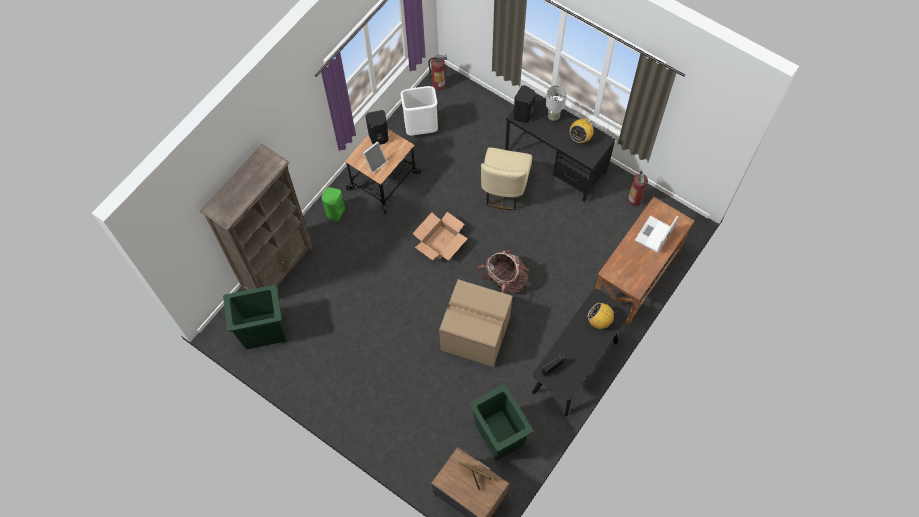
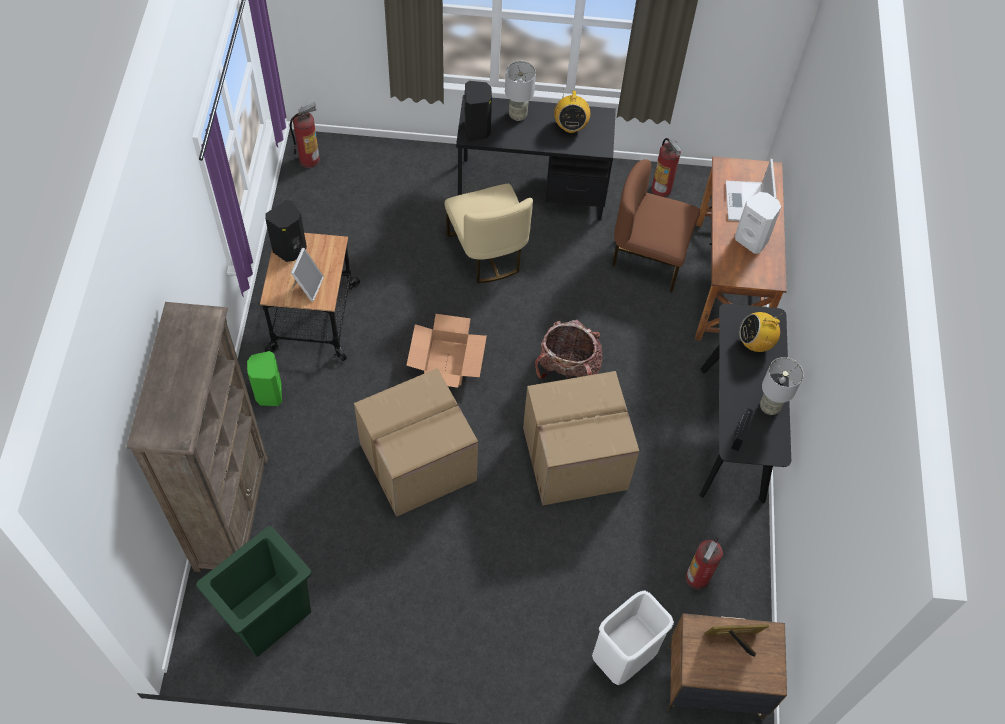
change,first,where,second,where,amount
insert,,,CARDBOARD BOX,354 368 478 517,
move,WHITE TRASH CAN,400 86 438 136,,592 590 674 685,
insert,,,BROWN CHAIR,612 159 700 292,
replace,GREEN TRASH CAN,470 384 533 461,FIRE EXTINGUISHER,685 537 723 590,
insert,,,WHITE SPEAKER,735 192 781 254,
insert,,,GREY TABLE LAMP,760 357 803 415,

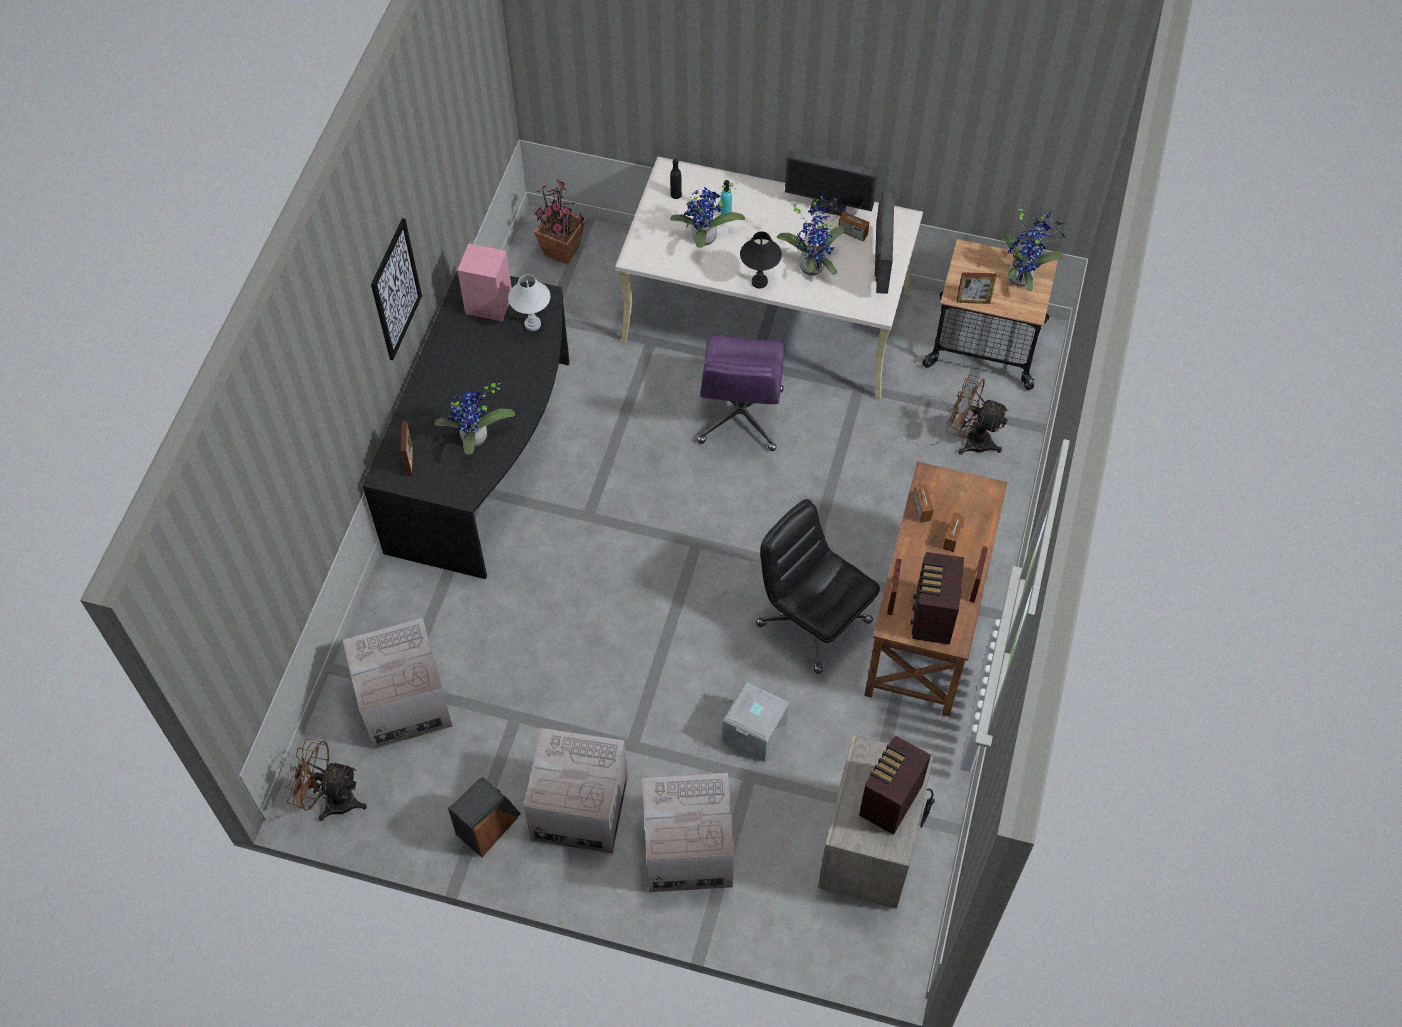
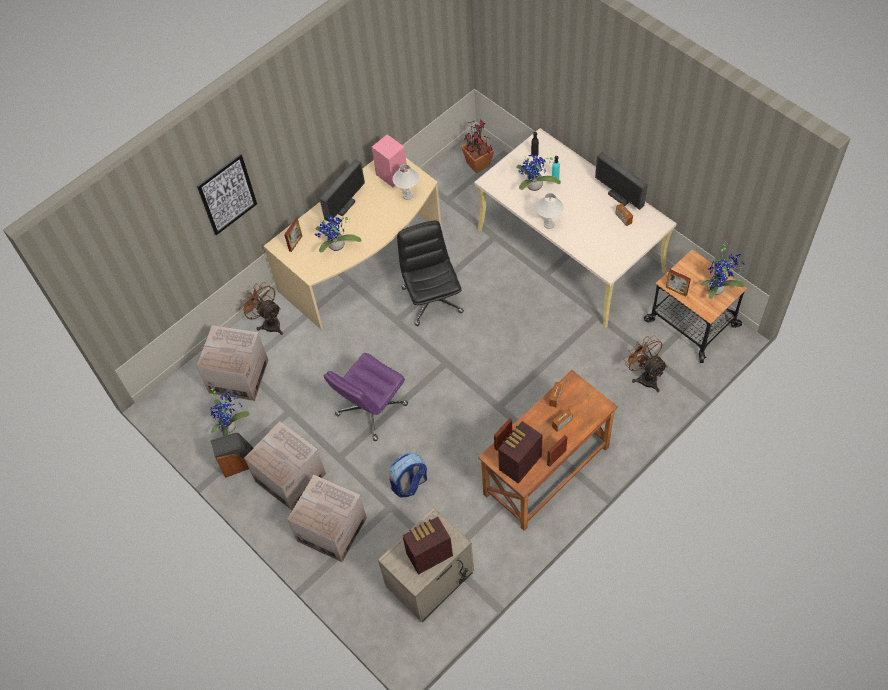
change,first,where,second,where,amount
move,PICTURE,371 218 422 360,,197 154 257 235,
move,POTTED PLANT,777 194 846 275,,210 386 250 436,
move,BROWN FAN,286 738 367 821,,239 283 283 335,
recolor,BLACK DESK,362 272 570 579,BEIGE DESK,263 158 442 330,
move,MONITOR,875 188 895 294,,320 159 365 222,
move,PURPLE OFFICE CHAIR,697 335 785 451,,324 353 408 441,
replace,GREY STORAGE BOX,722 681 789 762,BACKPACK,389 453 427 498,
move,BLACK OFFICE CHAIR,756 499 880 674,,397 221 464 326,
recolor,BLACK TABLE LAMP,740 231 782 289,WHITE TABLE LAMP,536 193 563 229,

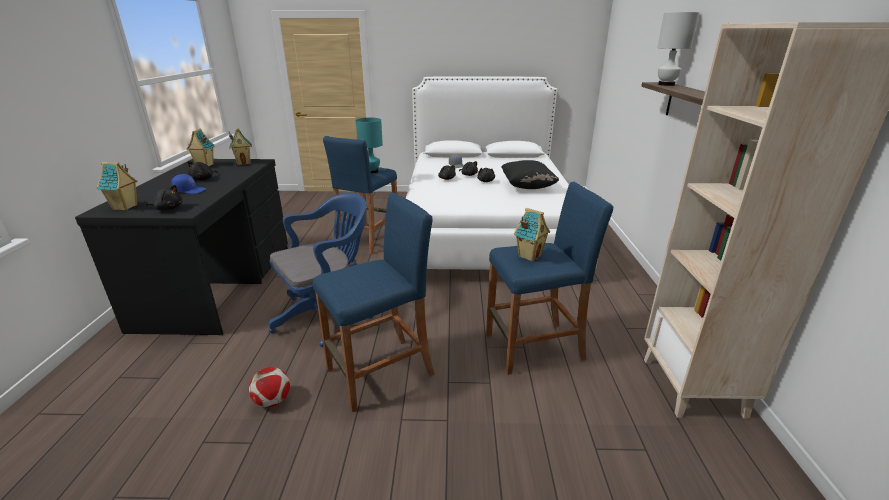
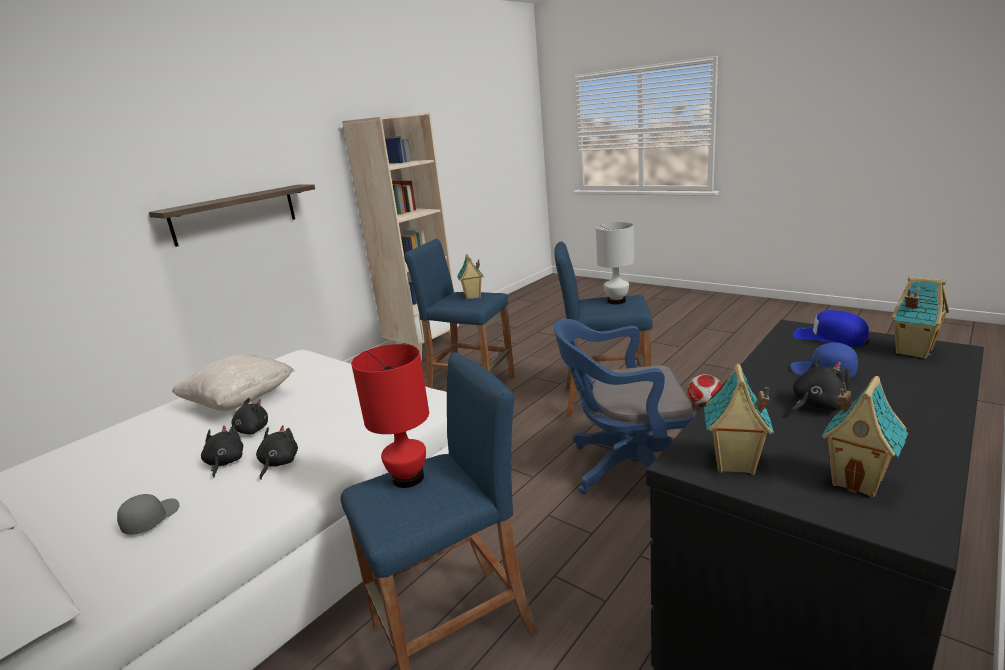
change,first,where,second,where,amount
recolor,BLACK PILLOW,501 160 559 189,BEIGE PILLOW,172 354 295 411,
recolor,TURQUOISE TABLE LAMP,356 118 383 174,RED TABLE LAMP,351 344 429 488,
move,WHITE TABLE LAMP,657 12 700 86,,596 222 634 304,
replace,BLACK PLUSH TOY,147 185 182 210,BLUE CAP,793 310 870 346,

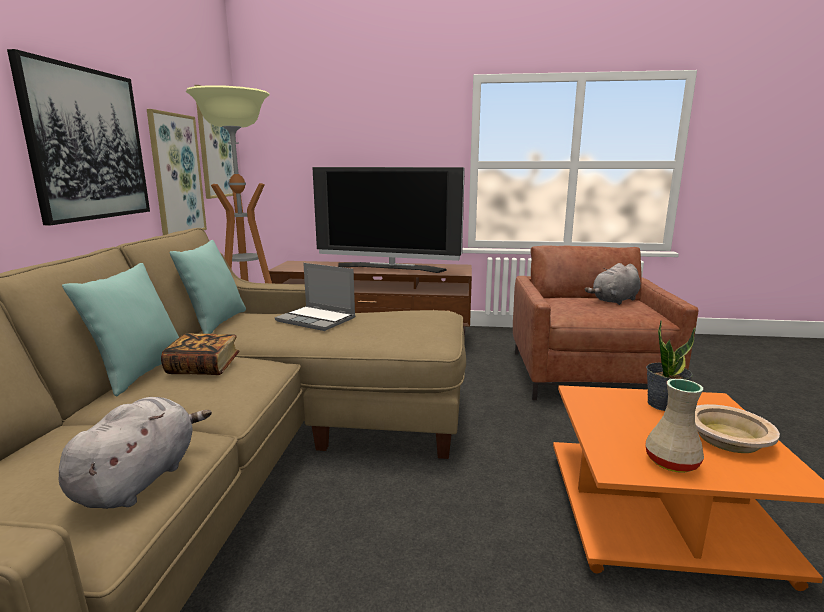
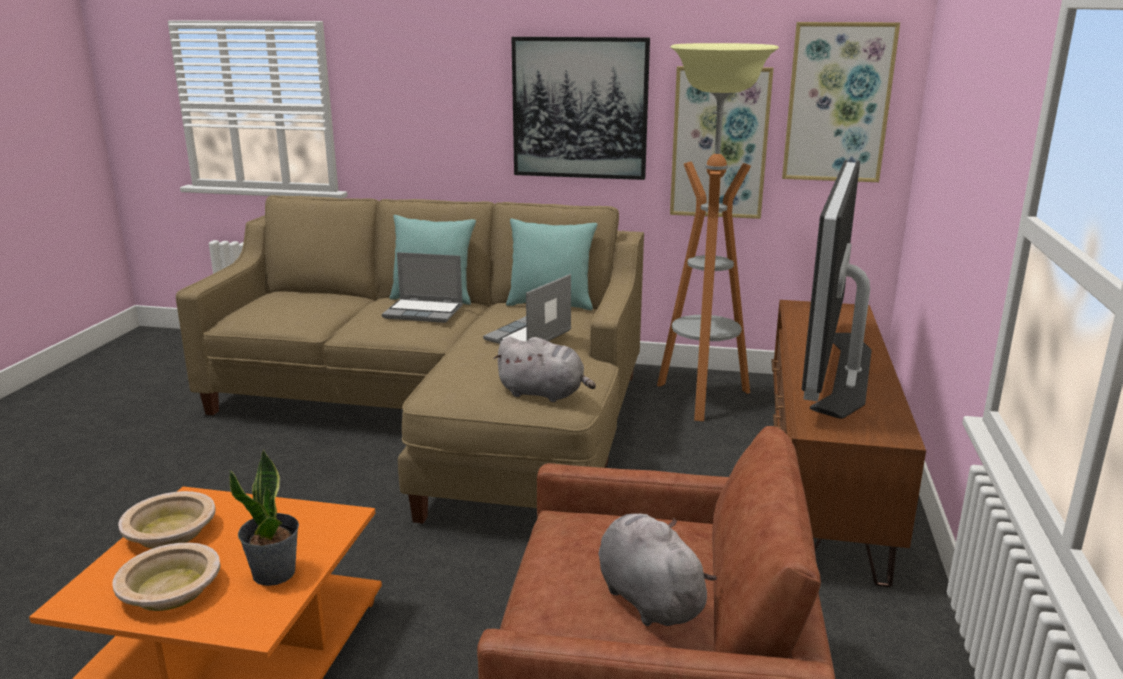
change,first,where,second,where,amount
replace,BEIGE VASE,645 379 704 473,BEIGE BOWL,118 491 215 549,
replace,BOOK,161 333 240 375,LAPTOP,382 252 463 323,
move,GREY PLUSH TOY,59 397 212 509,,494 336 596 402,

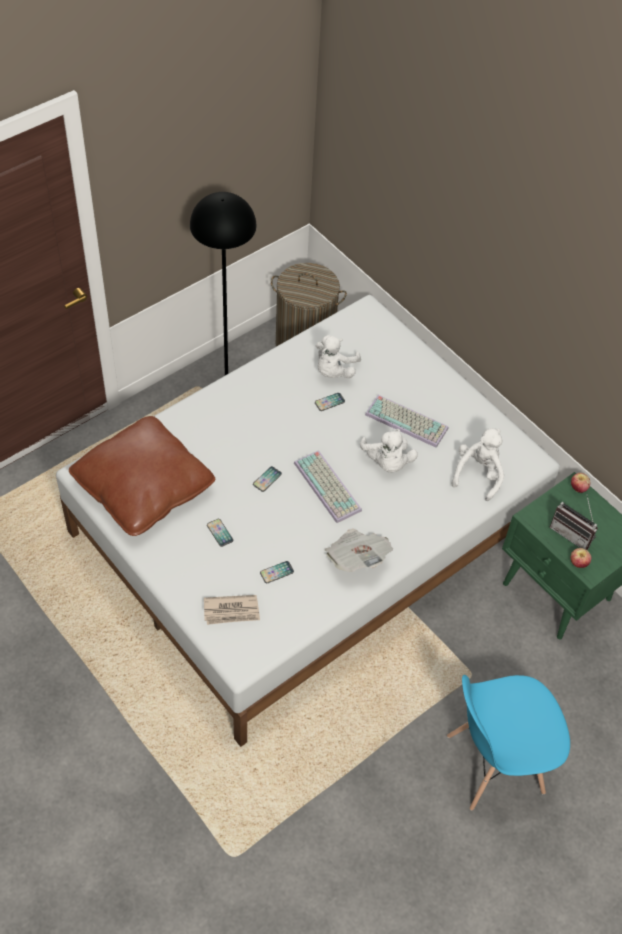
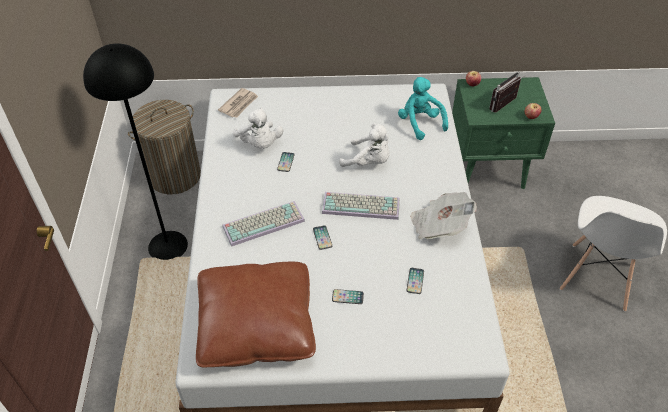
change,first,where,second,where,amount
move,NEWSPAPER,204 595 260 625,,218 88 258 118,
move,KEYBOARD,365 395 449 448,,222 201 305 247,
recolor,WHITE PLUSH TOY,451 428 504 501,TURQUOISE PLUSH TOY,398 77 448 140,
rotate,RADIO,550 494 598 550,,489 71 523 113,150 degrees clockwise
recolor,BLUE CHAIR,447 675 570 811,WHITE CHAIR,560 196 667 312,

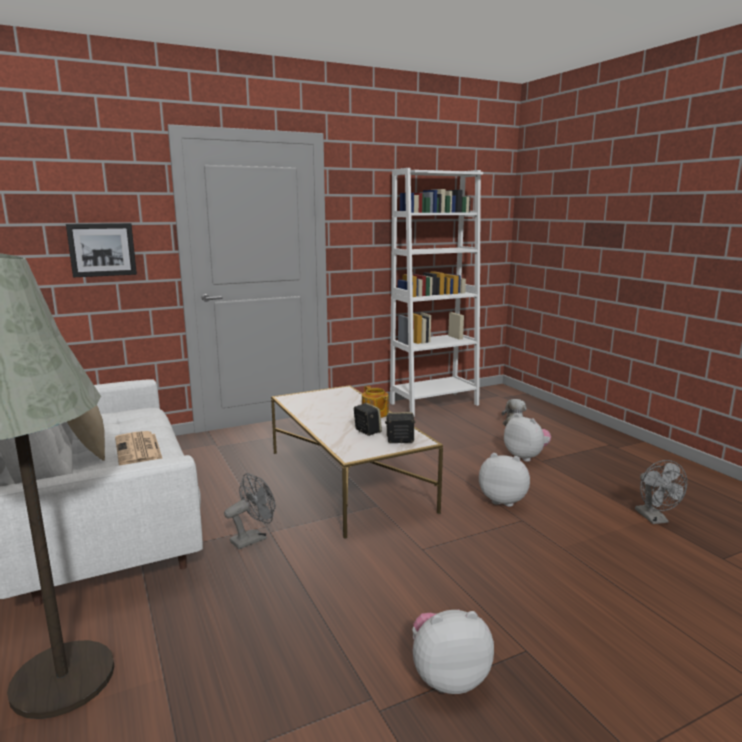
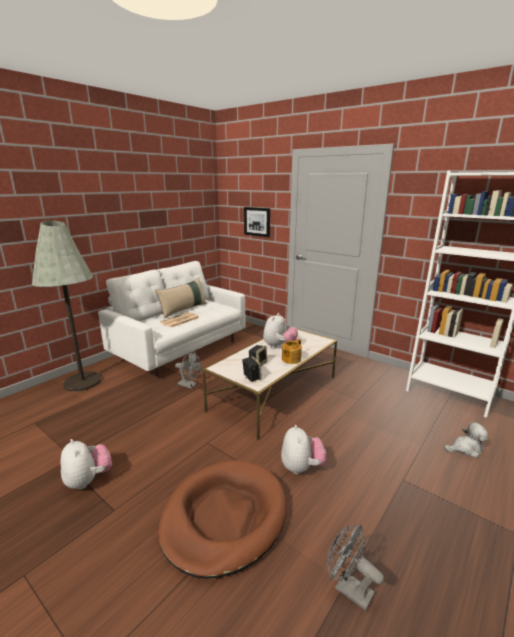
change,first,where,second,where,amount
insert,,,BROWN DOG BED,158 460 287 579,
move,PLUSH TOY,504 414 551 462,,263 313 298 348,
rotate,GREY FAN,635 460 687 524,,327 524 384 611,75 degrees clockwise

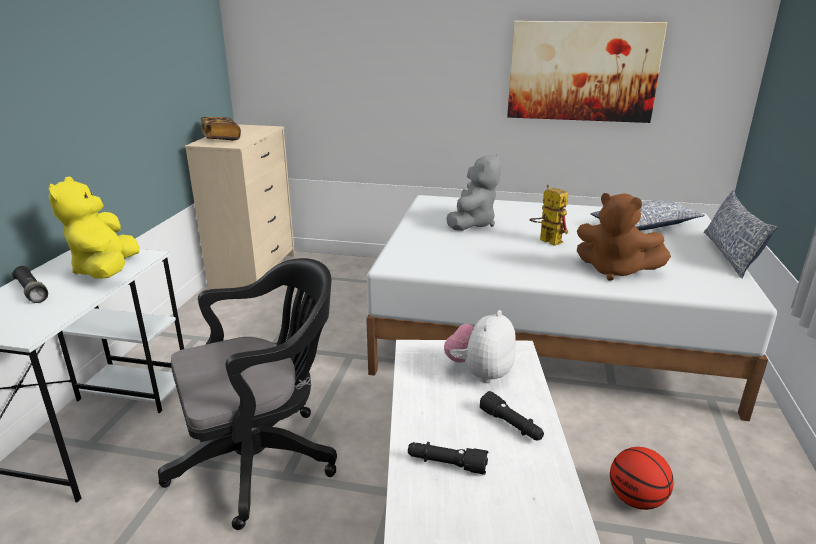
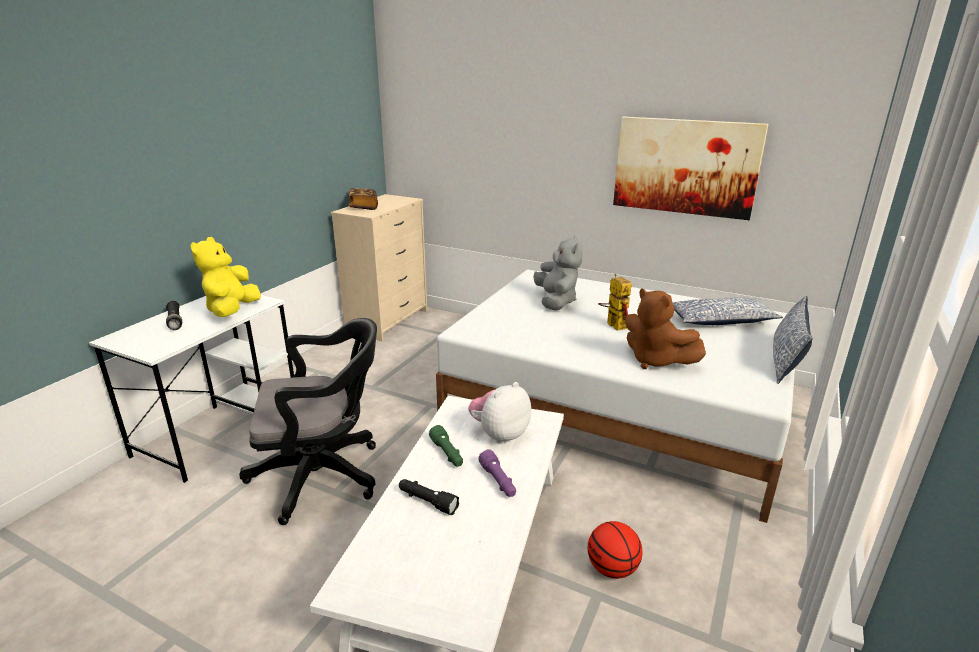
change,first,where,second,where,amount
insert,,,GREEN FLASHLIGHT,429 425 463 467,
recolor,BLACK FLASHLIGHT,479 391 544 440,PURPLE FLASHLIGHT,479 449 516 497,
rotate,GREY PLUSH TOY,446 153 501 231,,533 236 583 311,45 degrees counterclockwise

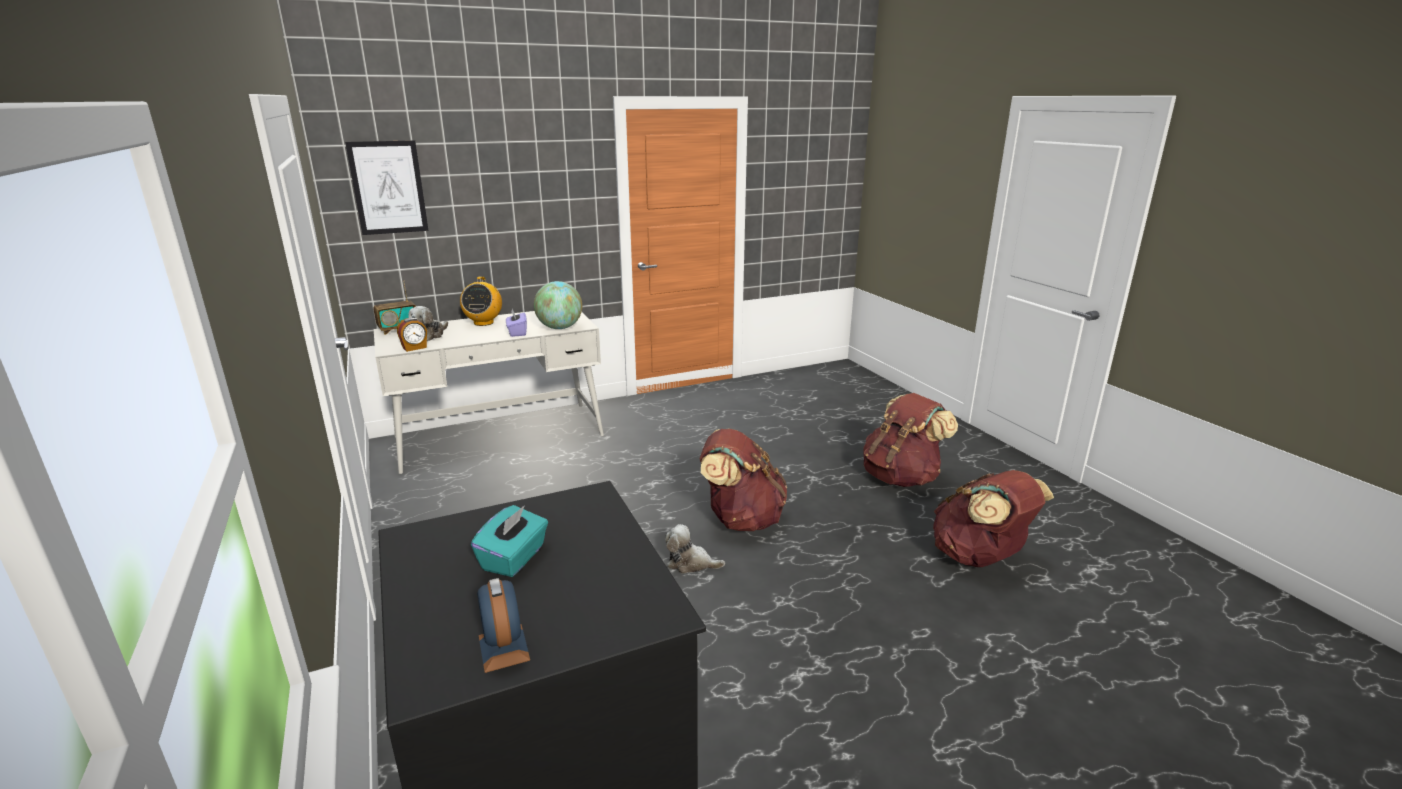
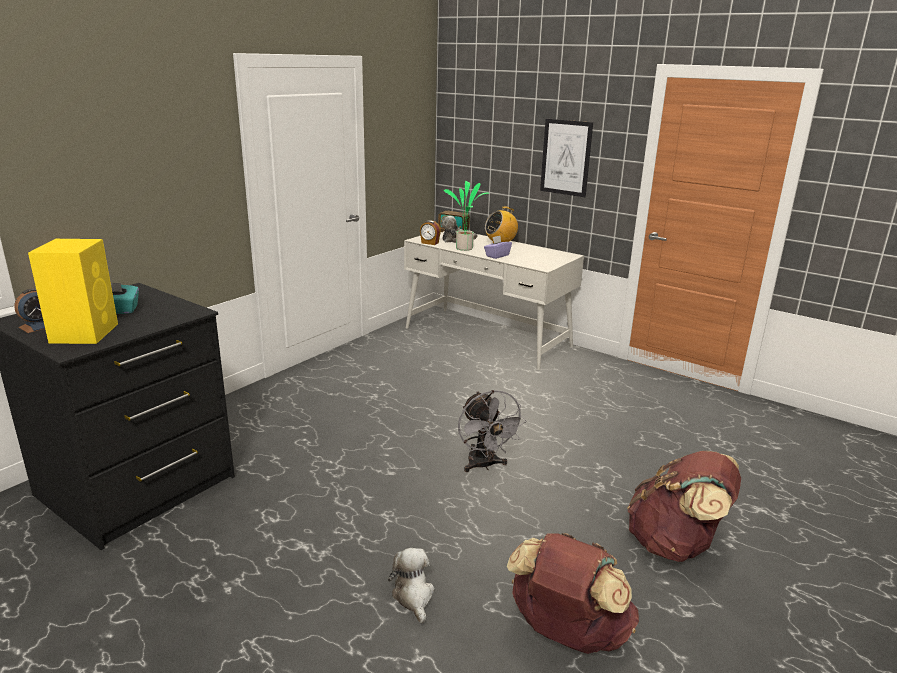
change,first,where,second,where,amount
insert,,,YELLOW SPEAKER,28 239 118 344,
move,PLUSH TOY,665 524 725 574,,388 548 434 624,
insert,,,POTTED PLANT,443 181 490 251,
replace,BROWN BACKPACK,699 429 787 531,GREY FAN,458 390 526 472,
move,PICTURE,345 140 429 235,,540 119 593 197,
delete,GLOBE,534 281 582 329,,,

